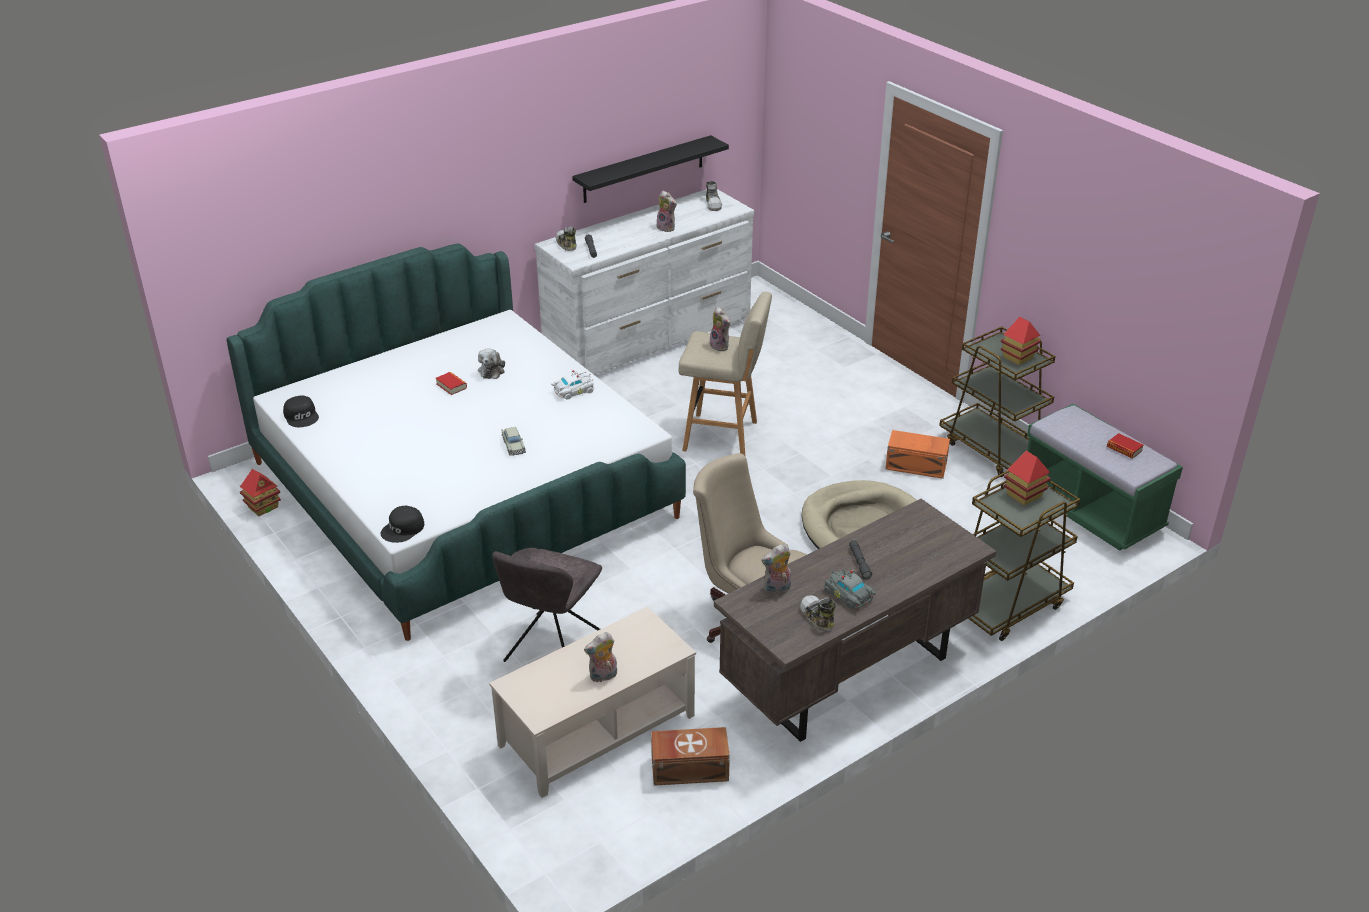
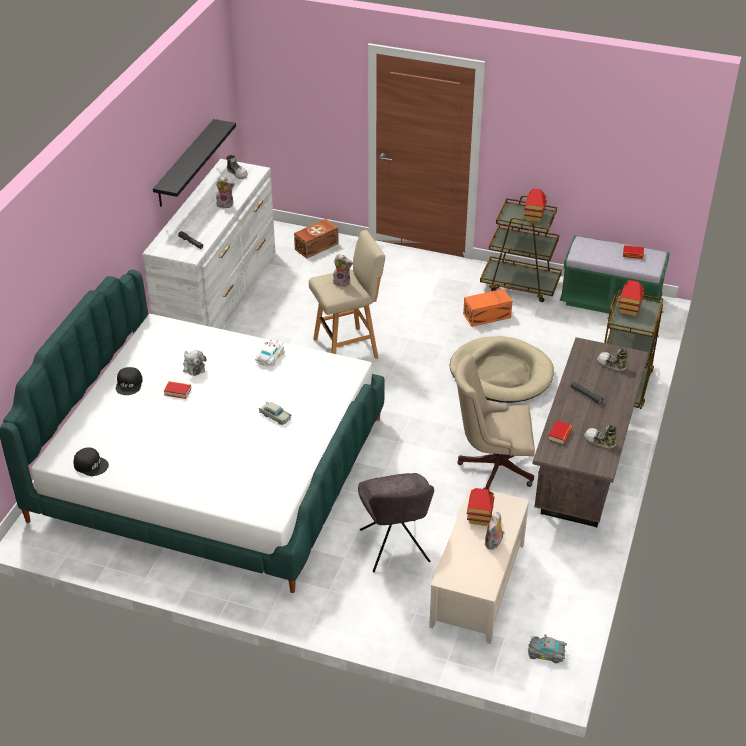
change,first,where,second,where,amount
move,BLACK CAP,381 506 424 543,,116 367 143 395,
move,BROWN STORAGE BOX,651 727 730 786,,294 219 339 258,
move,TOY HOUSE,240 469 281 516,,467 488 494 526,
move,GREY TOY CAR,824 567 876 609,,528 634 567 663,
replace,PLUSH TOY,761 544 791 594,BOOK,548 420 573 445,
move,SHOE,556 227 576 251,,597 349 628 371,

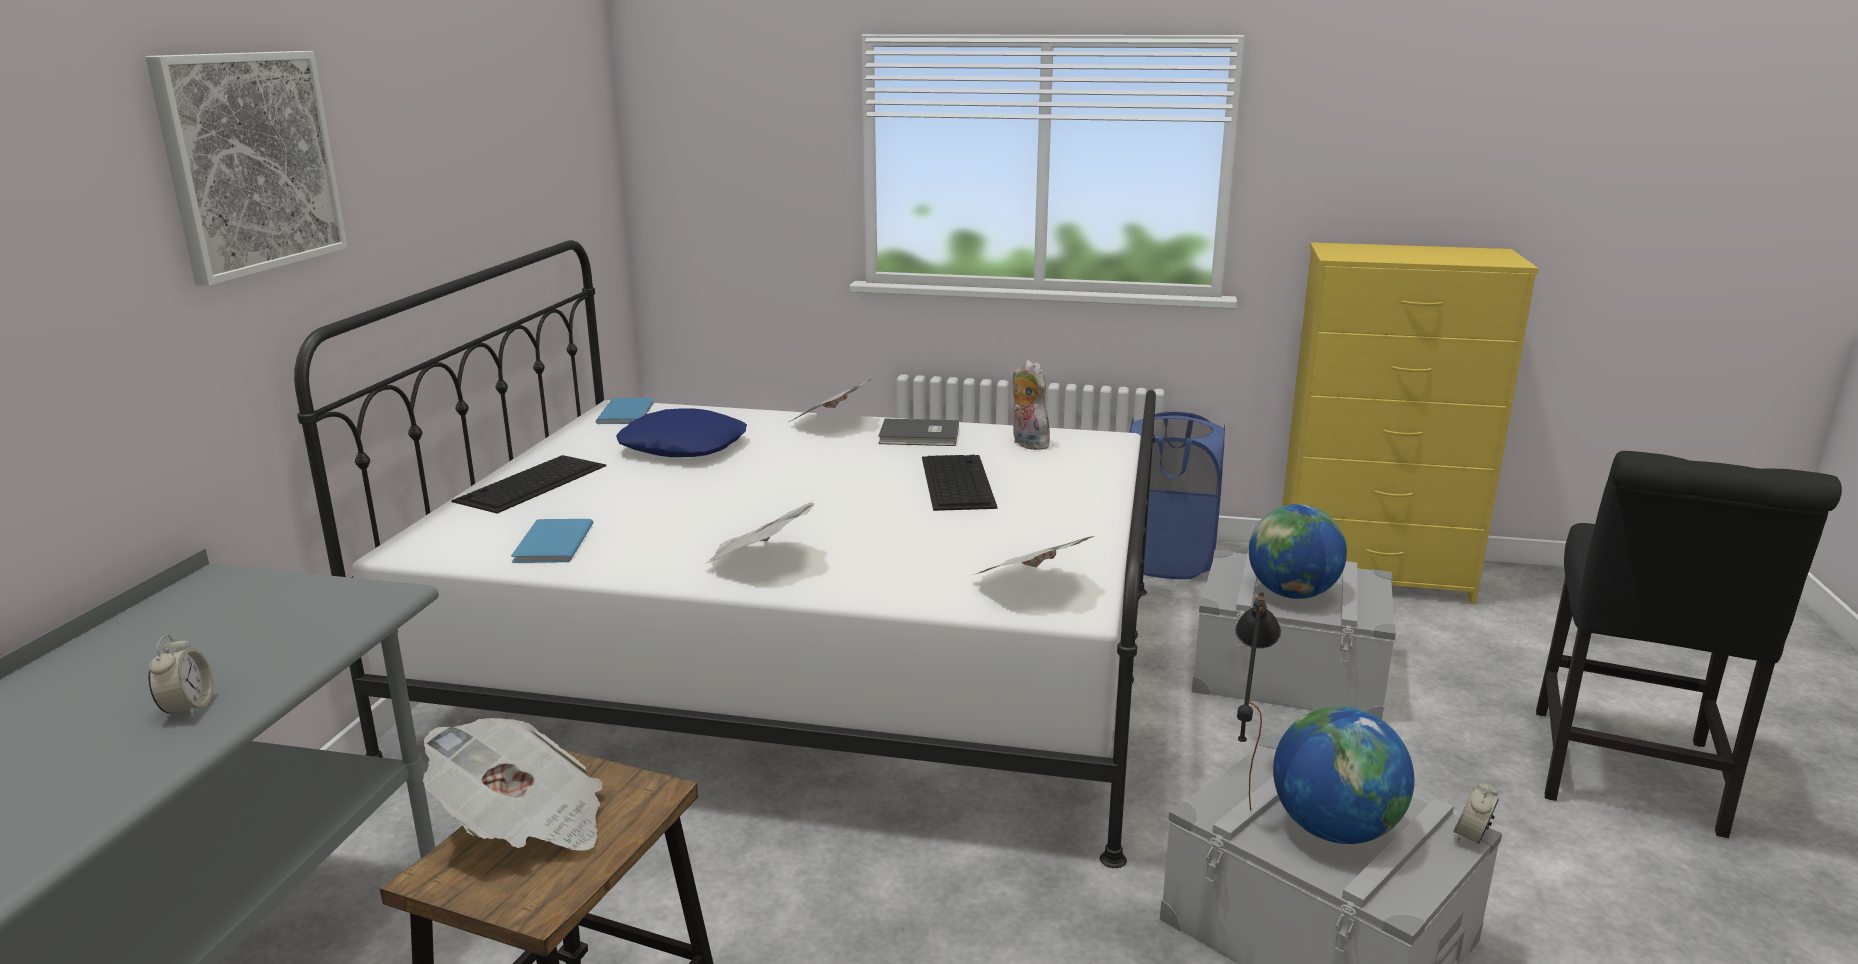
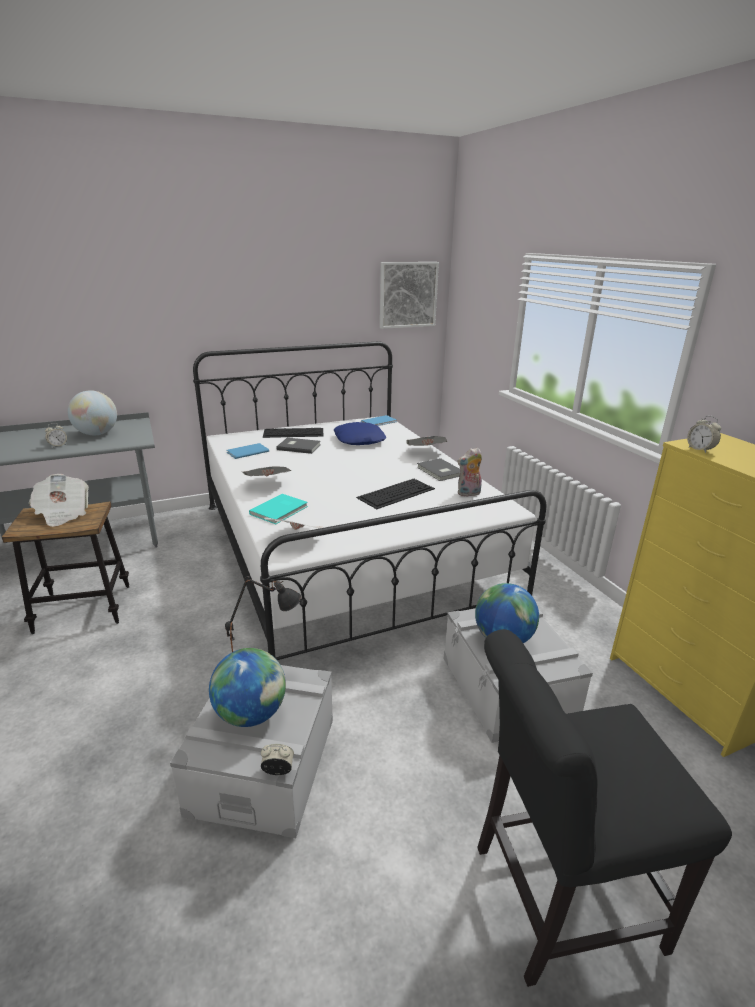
change,first,where,second,where,amount
insert,,,GLOBE,67 390 117 435,
insert,,,TURQUOISE BOOK,249 494 308 524,
insert,,,GREY BOOK,277 438 321 454,
move,PICTURE,145 51 348 286,,380 262 439 329,
rotate,PLUSH TOY,1012 360 1050 450,,457 447 482 497,135 degrees counterclockwise
insert,,,ALARM CLOCK,687 416 721 453,
delete,BLUE LAUNDRY BASKET,1129 411 1225 579,,,

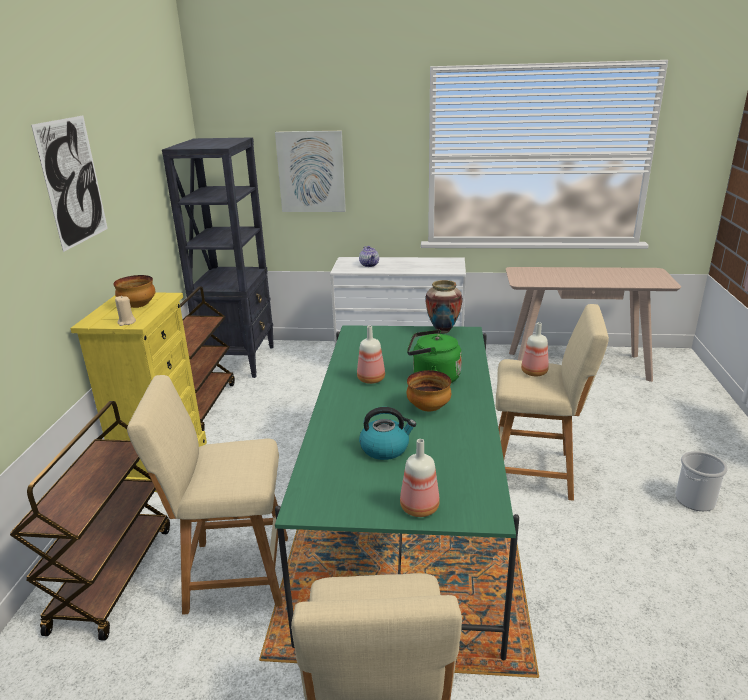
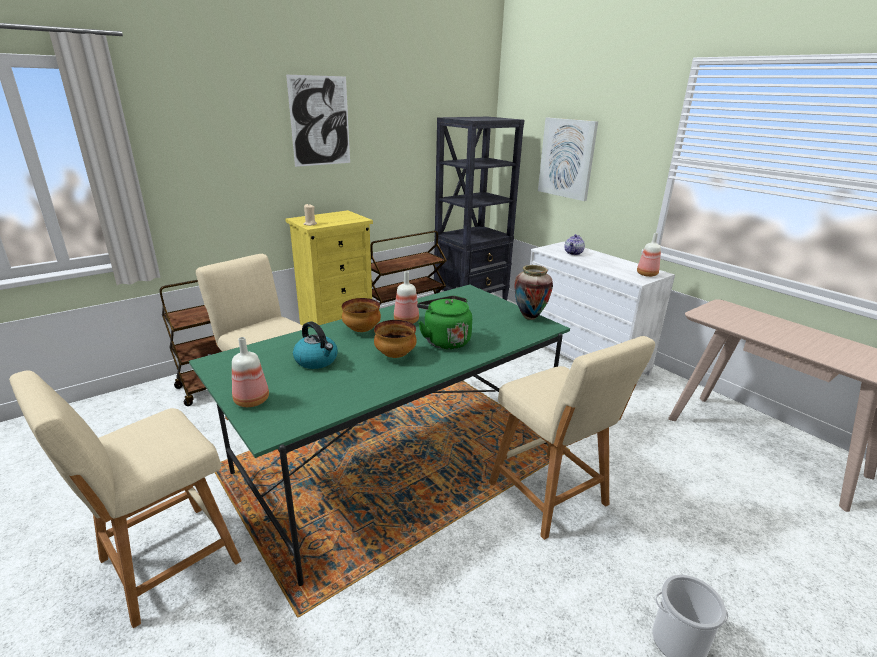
change,first,where,second,where,amount
move,BOWL,113 275 155 308,,342 298 381 332,
move,BOTTLE,521 322 549 376,,637 233 661 277,

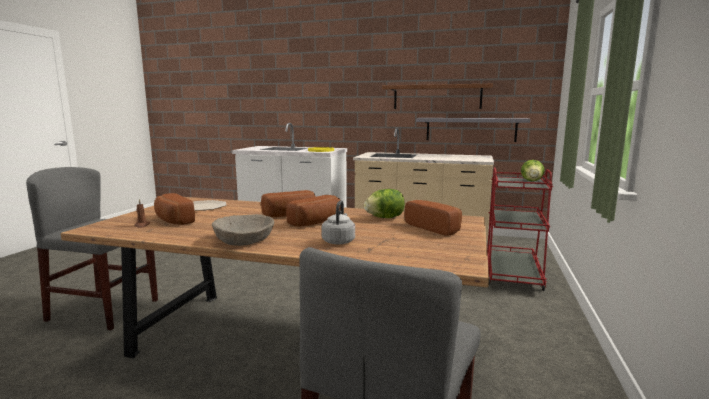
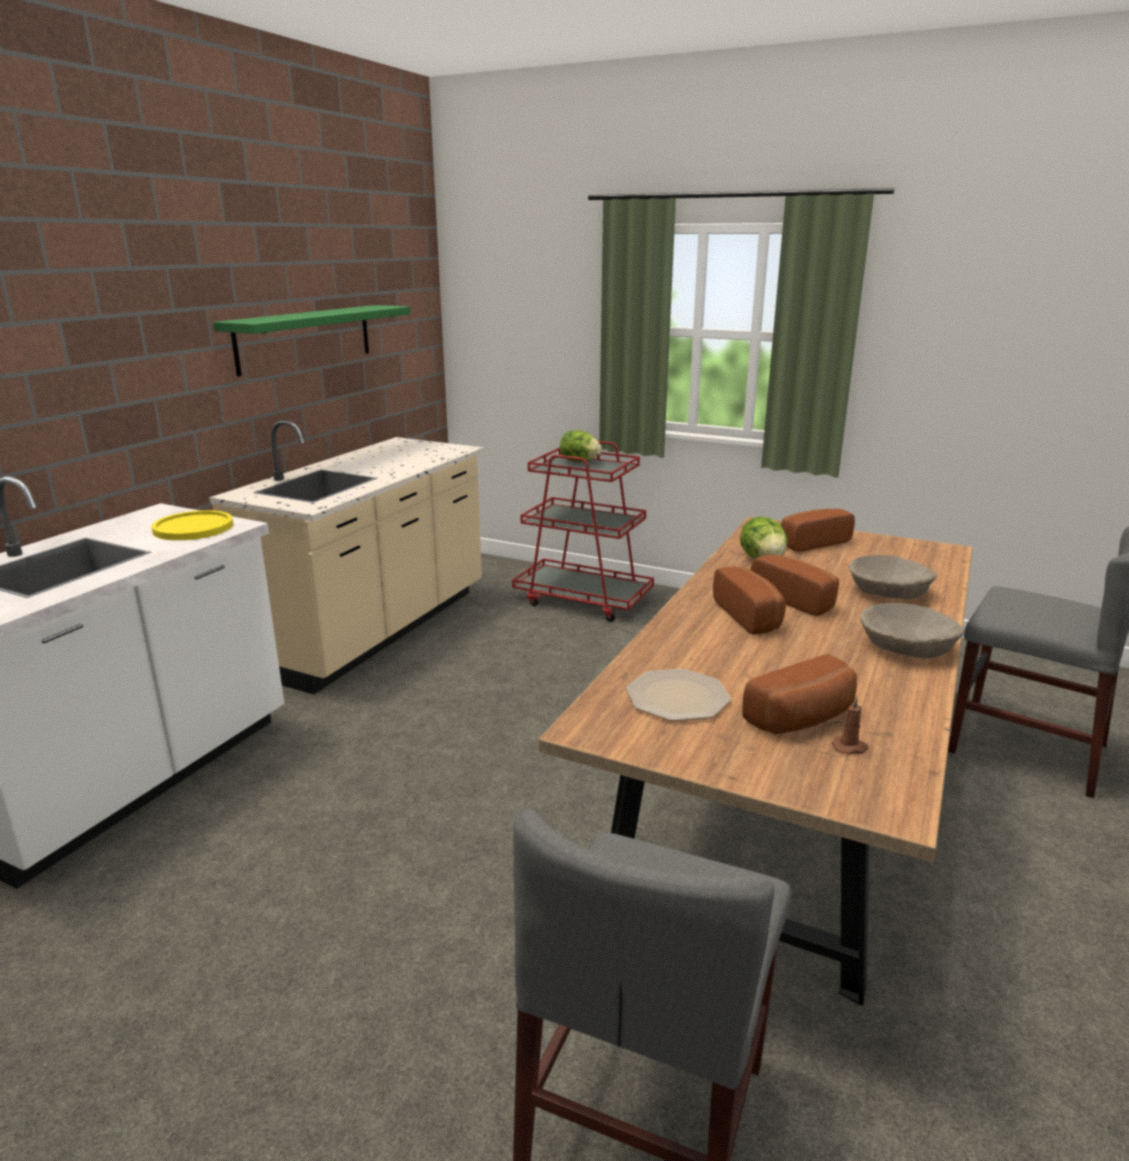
change,first,where,second,where,amount
recolor,BROWN SHELF,382 84 493 109,GREEN SHELF,213 305 411 376,
replace,GREY KETTLE,321 200 355 244,BEIGE BOWL,849 555 937 599,
delete,GREY SHELF,416 118 530 142,,,

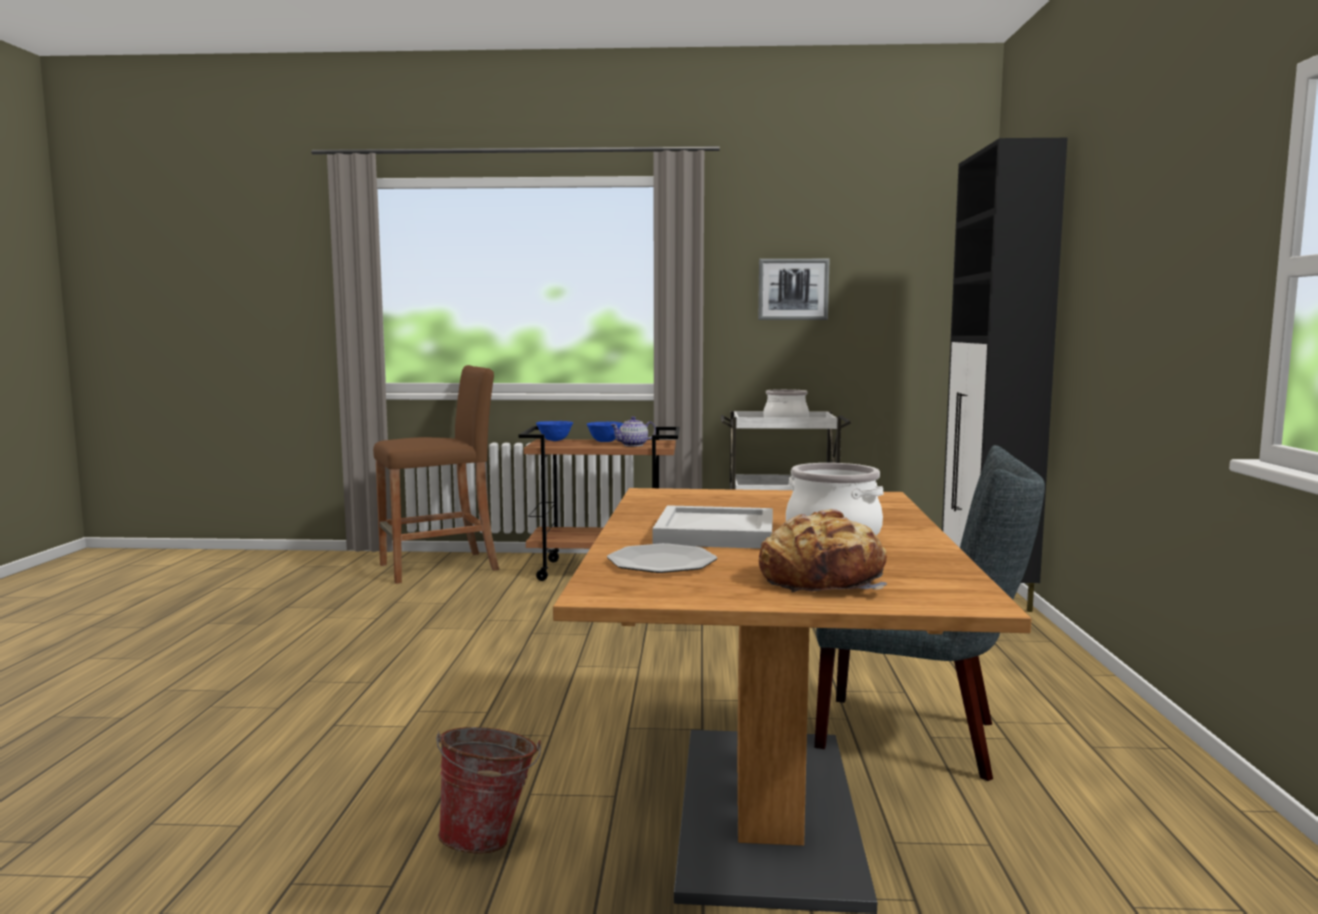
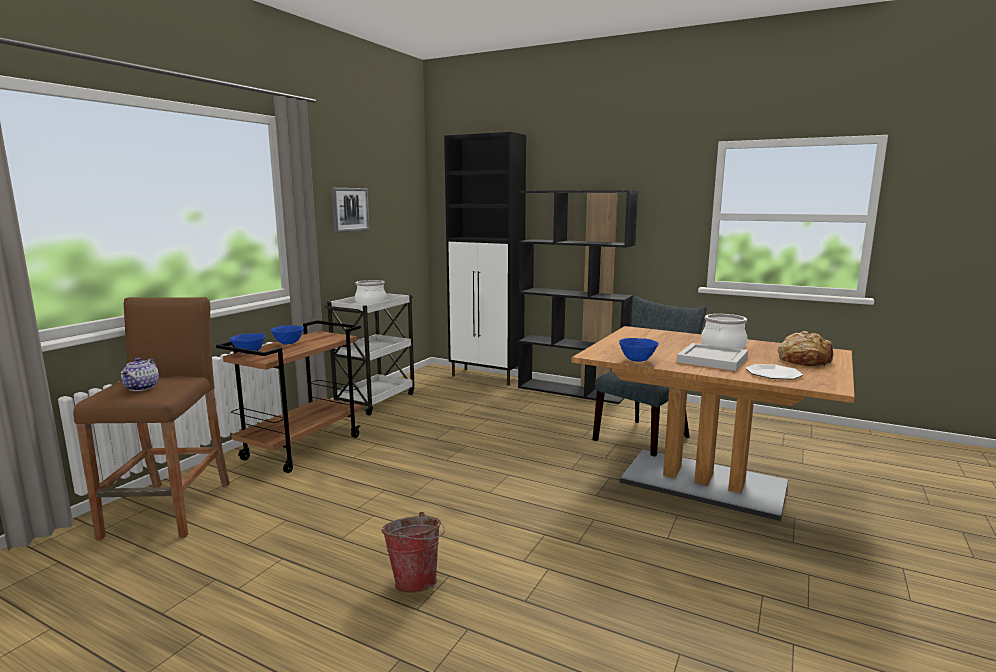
change,first,where,second,where,amount
move,TEAPOT,611 416 656 447,,120 357 159 391,
move,BUCKET,436 727 541 853,,382 512 445 593,
insert,,,BLACK BOOKCASE,518 190 638 404,
insert,,,BLUE BOWL,619 338 659 362,

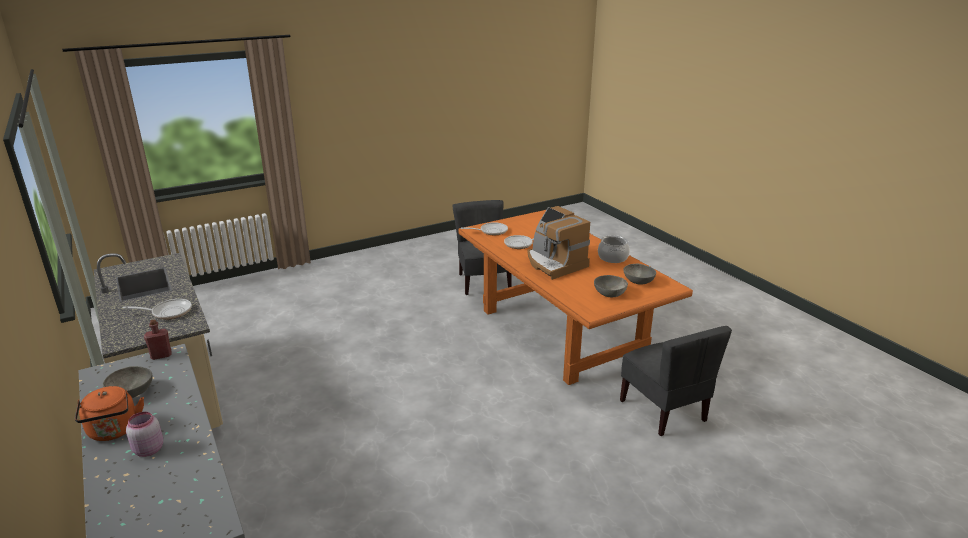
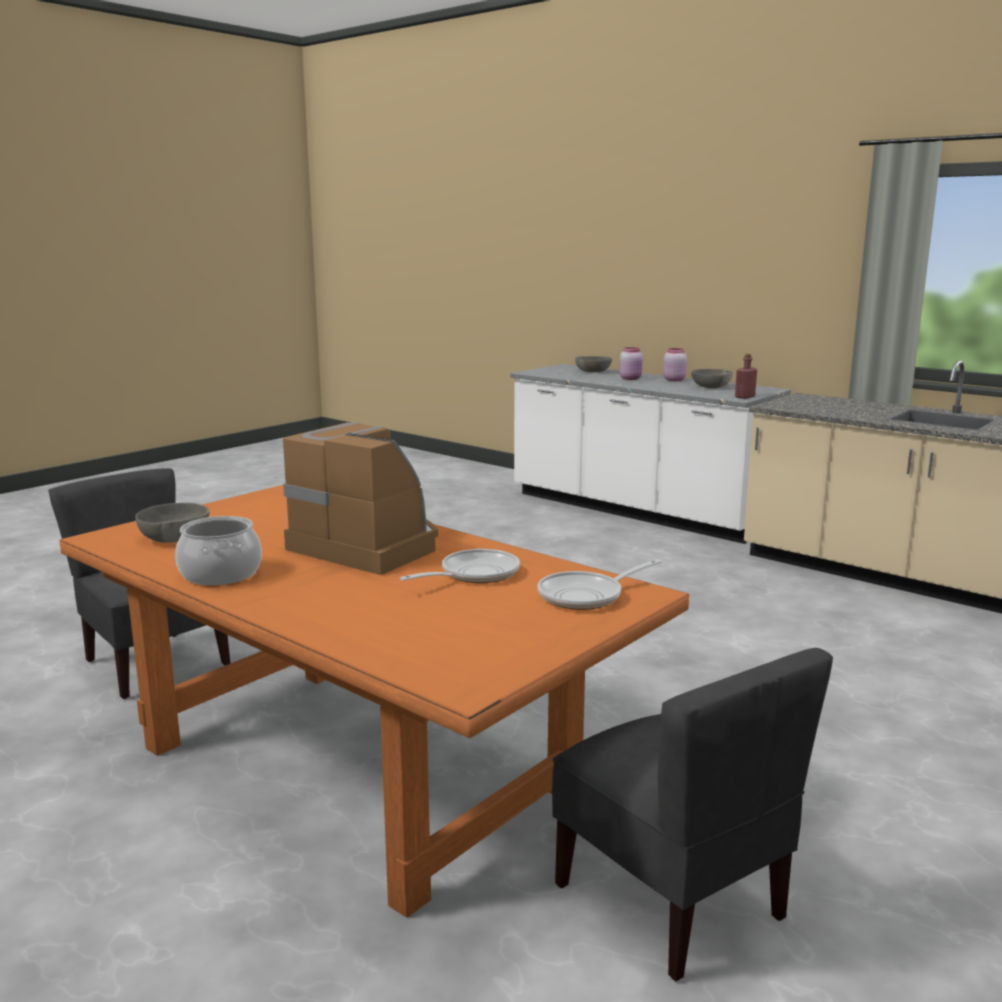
change,first,where,second,where,amount
move,GREY BOWL,594 275 628 297,,575 356 612 372,
replace,ORANGE KETTLE,75 386 144 441,PINK JAR,663 348 687 381,
delete,FRYING PAN,123 299 192 320,,,

